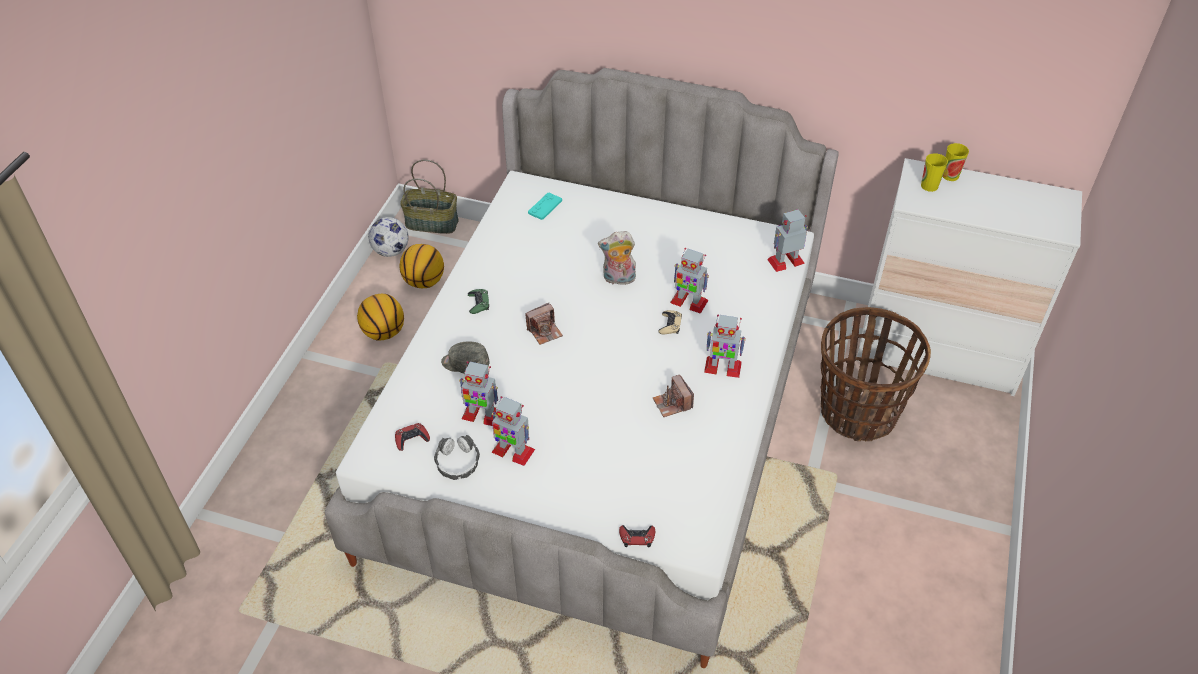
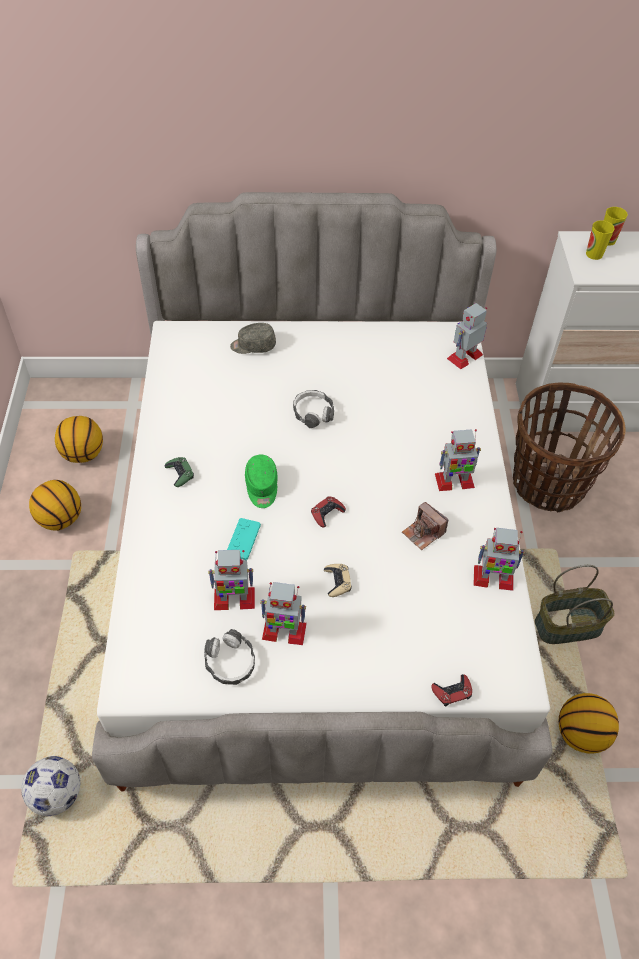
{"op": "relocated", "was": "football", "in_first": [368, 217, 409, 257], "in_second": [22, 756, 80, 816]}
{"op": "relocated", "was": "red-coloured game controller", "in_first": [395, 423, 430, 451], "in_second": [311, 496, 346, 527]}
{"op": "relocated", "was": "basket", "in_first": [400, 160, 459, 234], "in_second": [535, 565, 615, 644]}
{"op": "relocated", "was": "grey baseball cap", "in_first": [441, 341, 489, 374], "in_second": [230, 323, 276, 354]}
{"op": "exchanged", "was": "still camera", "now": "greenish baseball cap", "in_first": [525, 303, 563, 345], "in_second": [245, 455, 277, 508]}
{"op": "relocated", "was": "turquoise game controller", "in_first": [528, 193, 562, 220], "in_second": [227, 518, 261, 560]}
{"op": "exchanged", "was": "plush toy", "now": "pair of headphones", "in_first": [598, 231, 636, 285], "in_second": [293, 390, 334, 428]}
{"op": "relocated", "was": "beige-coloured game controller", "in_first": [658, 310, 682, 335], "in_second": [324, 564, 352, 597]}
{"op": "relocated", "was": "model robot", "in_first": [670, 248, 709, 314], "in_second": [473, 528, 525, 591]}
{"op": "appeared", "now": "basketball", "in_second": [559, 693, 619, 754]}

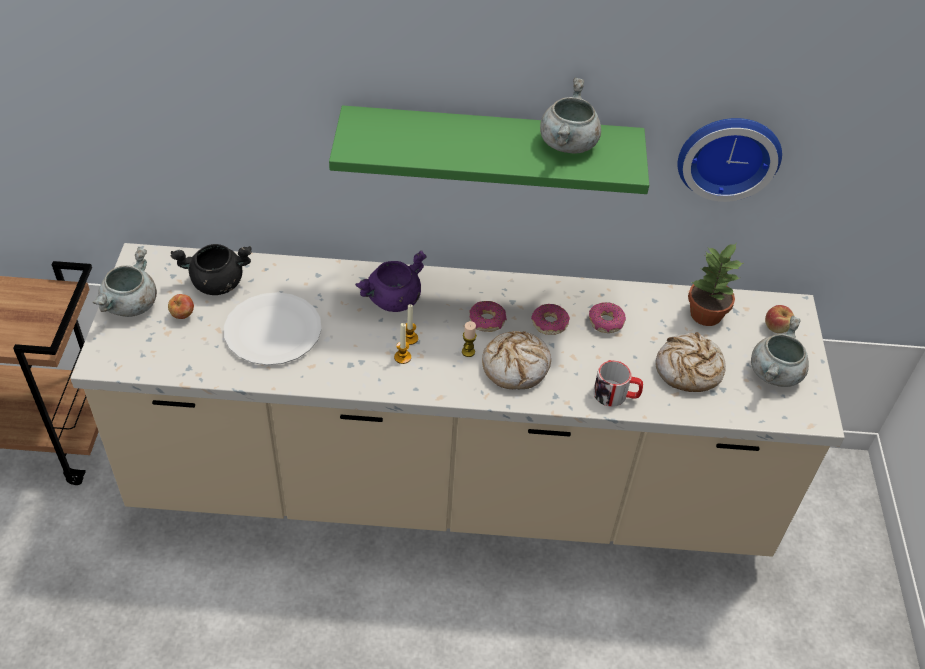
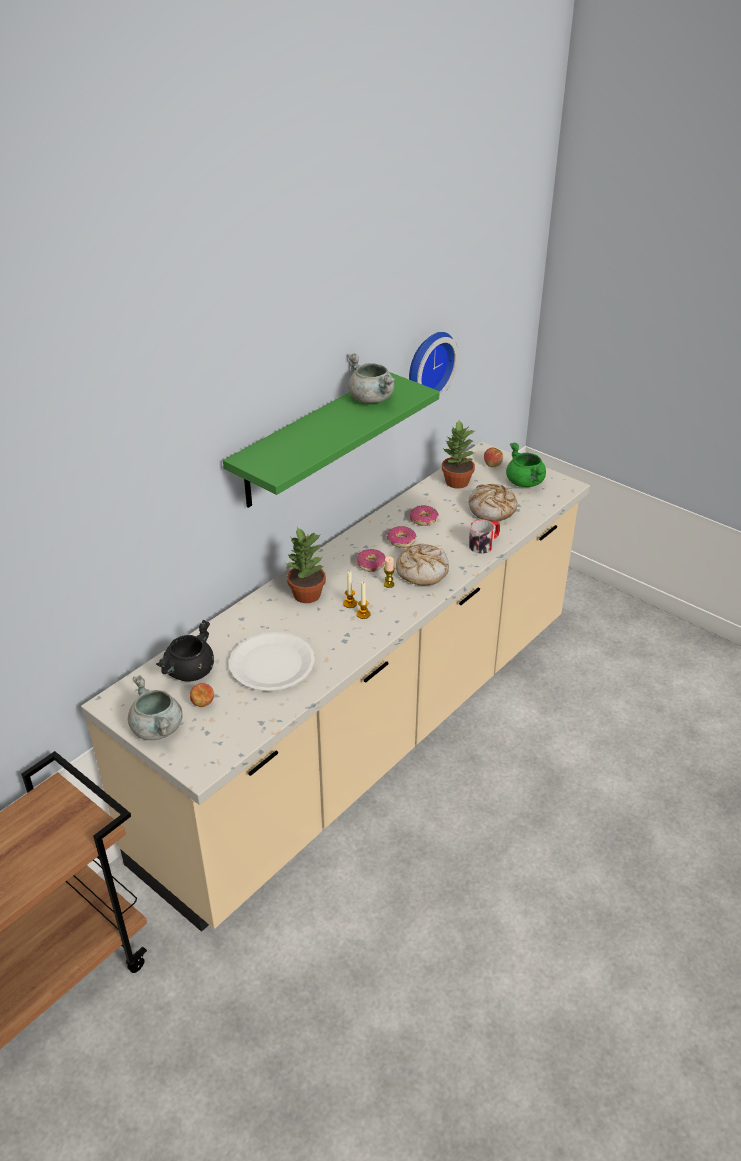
{"op": "exchanged", "was": "purple-coloured stockpot", "now": "plant in a pot", "in_first": [355, 250, 427, 312], "in_second": [284, 527, 326, 603]}
{"op": "colour", "was": "grey stockpot", "now": "greenish stockpot", "in_first": [751, 316, 809, 387], "in_second": [506, 442, 546, 487]}

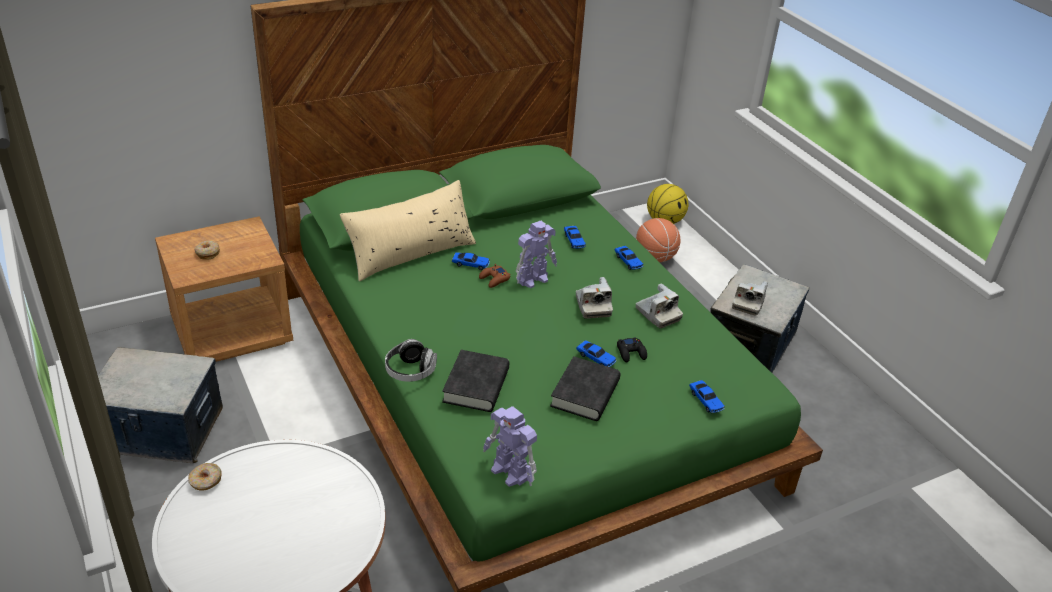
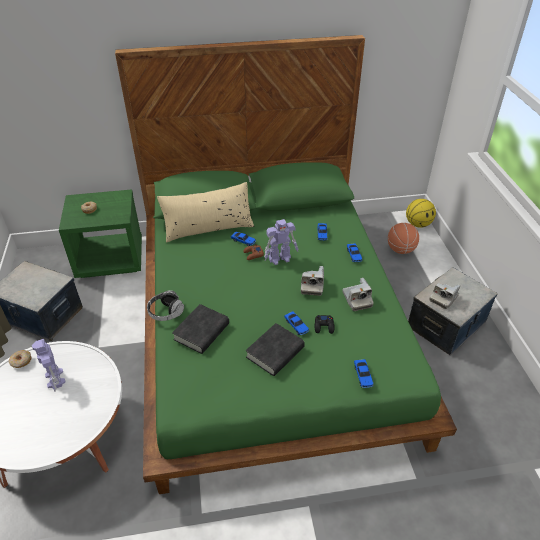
{"op": "colour", "was": "brownish night table", "now": "greenish night table", "in_first": [155, 216, 293, 362], "in_second": [59, 189, 142, 278]}
{"op": "relocated", "was": "model robot", "in_first": [483, 406, 537, 487], "in_second": [32, 339, 65, 392]}

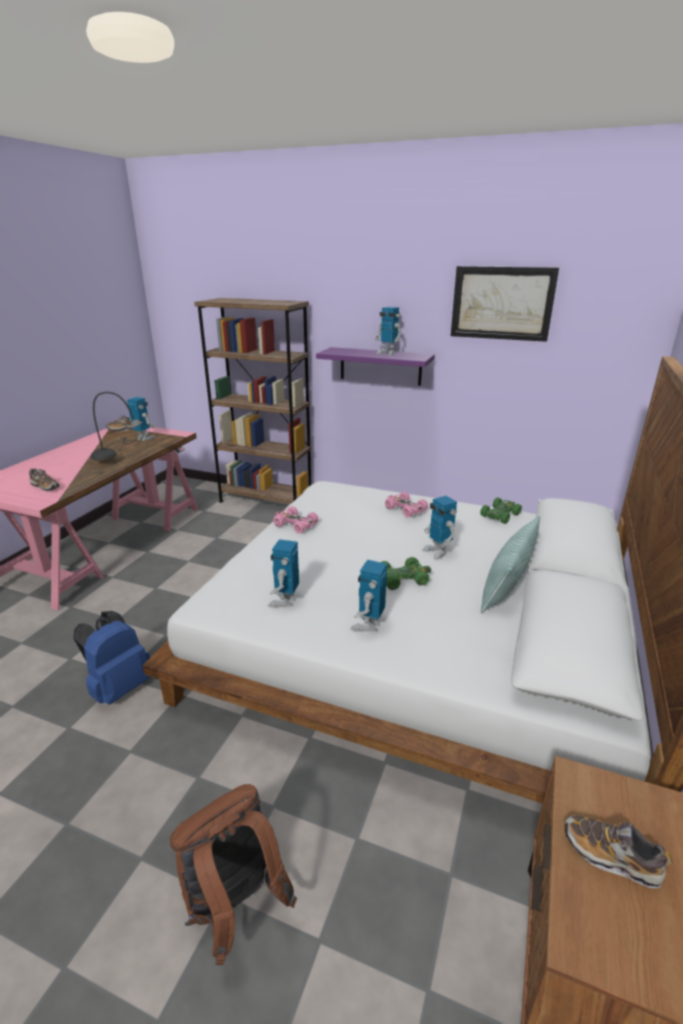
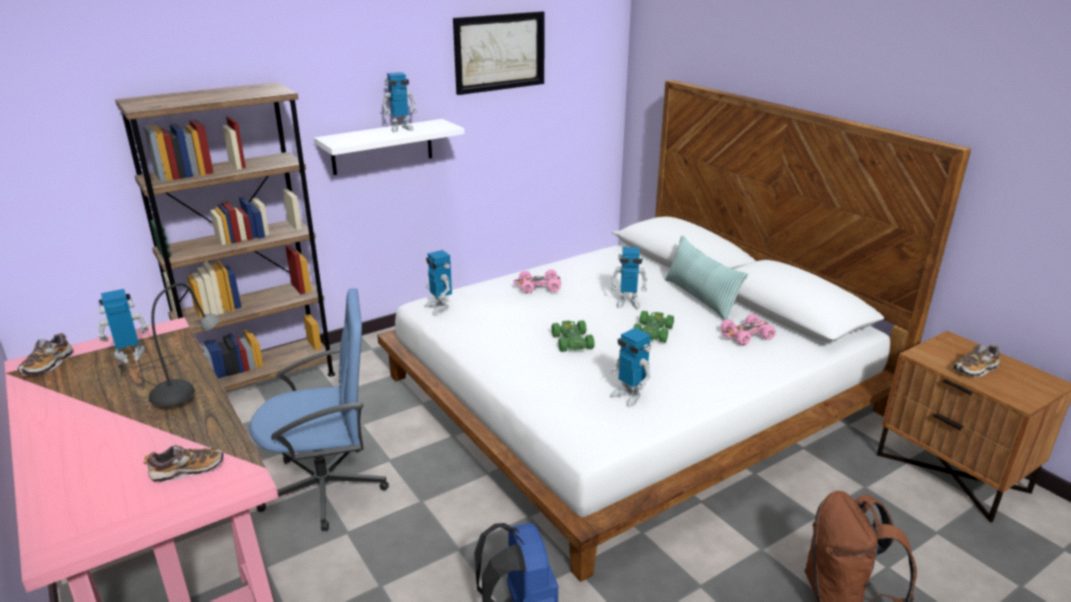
{"op": "relocated", "was": "pink-coloured toy car", "in_first": [273, 506, 319, 533], "in_second": [721, 314, 776, 346]}
{"op": "colour", "was": "purple-coloured shelf", "now": "white shelf", "in_first": [316, 347, 435, 386], "in_second": [314, 119, 465, 175]}
{"op": "relocated", "was": "model robot", "in_first": [350, 560, 387, 632], "in_second": [424, 250, 452, 314]}
{"op": "relocated", "was": "greenish toy car", "in_first": [480, 497, 522, 524], "in_second": [551, 320, 594, 352]}
{"op": "appeared", "now": "bluish office chair", "in_second": [249, 288, 389, 531]}

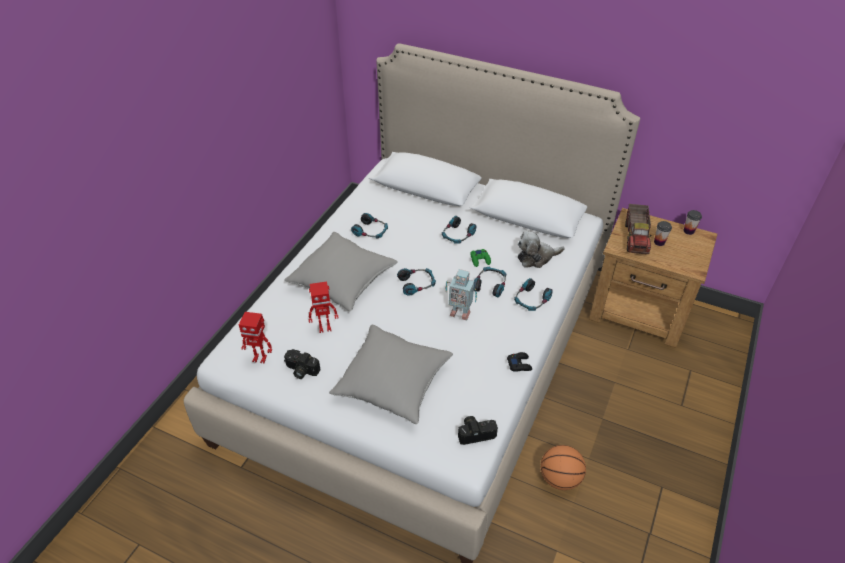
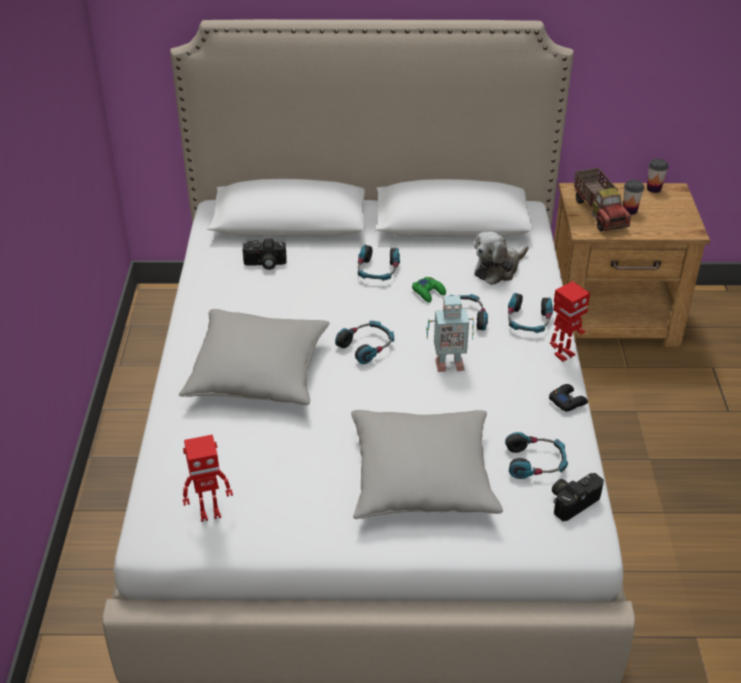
{"op": "relocated", "was": "still camera", "in_first": [284, 349, 320, 379], "in_second": [243, 238, 287, 270]}
{"op": "relocated", "was": "model robot", "in_first": [309, 281, 339, 333], "in_second": [550, 281, 590, 362]}
{"op": "relocated", "was": "pair of headphones", "in_first": [351, 213, 388, 239], "in_second": [505, 432, 568, 479]}
{"op": "missing", "was": "basketball", "in_first": [541, 445, 586, 490]}

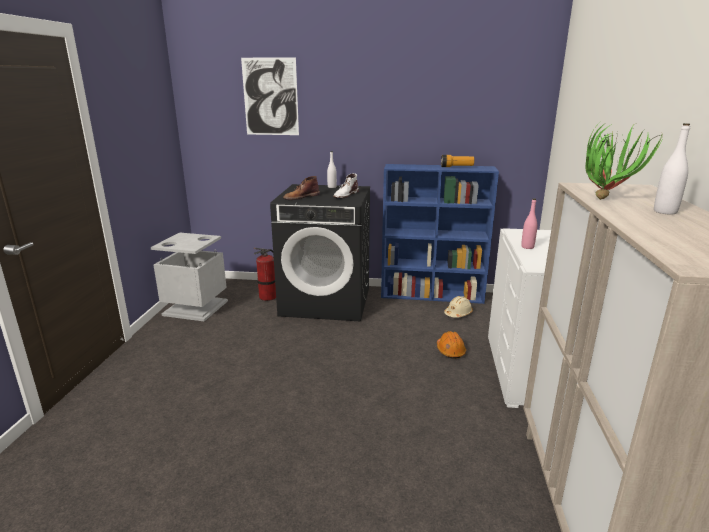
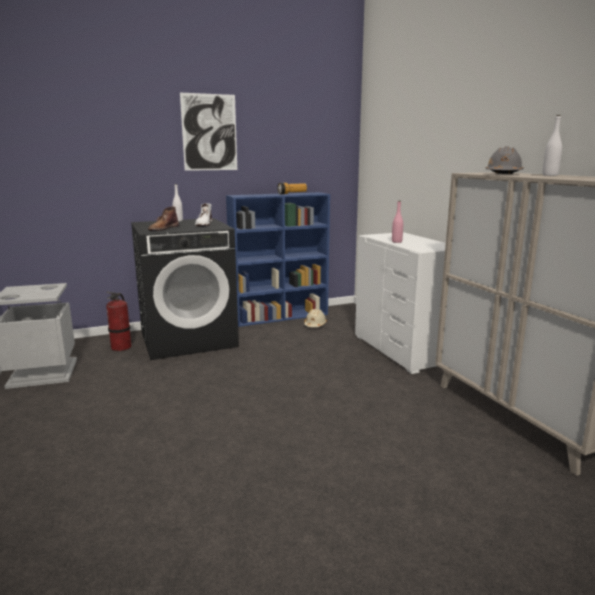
{"op": "relocated", "was": "wall art", "in_first": [241, 57, 299, 135], "in_second": [180, 93, 237, 171]}
{"op": "missing", "was": "orange safety helmet", "in_first": [437, 331, 466, 359]}
{"op": "exchanged", "was": "plant in a pot", "now": "grey safety helmet", "in_first": [585, 120, 663, 200], "in_second": [485, 146, 524, 174]}

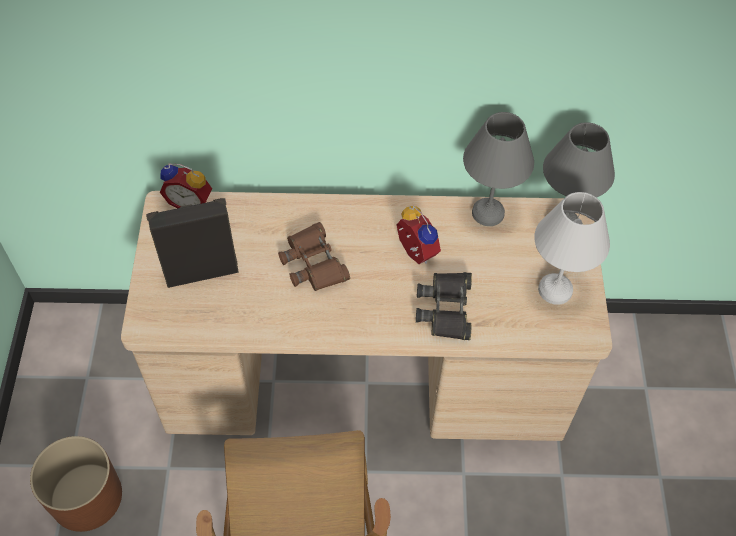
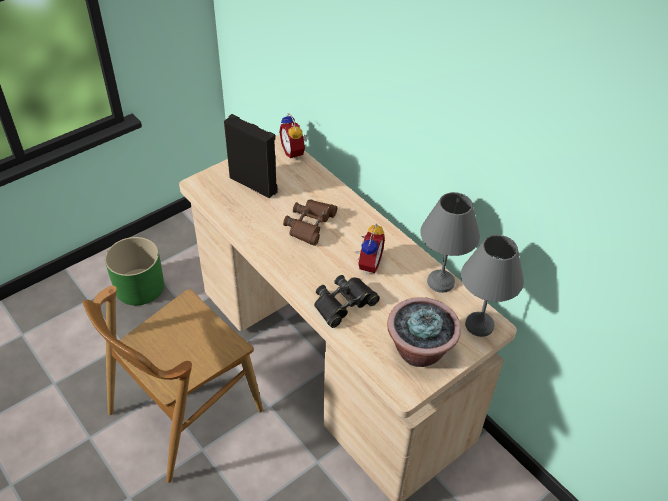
{"op": "colour", "was": "brownish planter", "now": "greenish planter", "in_first": [30, 436, 122, 532], "in_second": [105, 237, 164, 305]}
{"op": "exchanged", "was": "white lamp for a table", "now": "plant in a pot", "in_first": [534, 192, 610, 305], "in_second": [387, 297, 461, 367]}

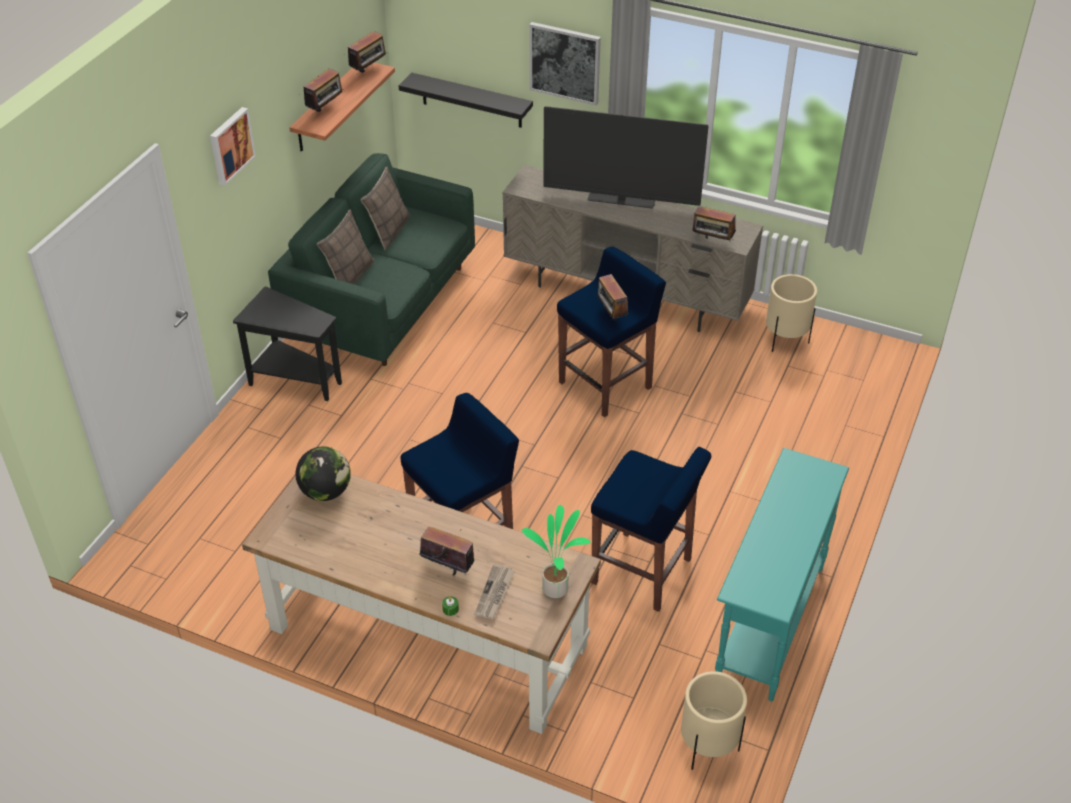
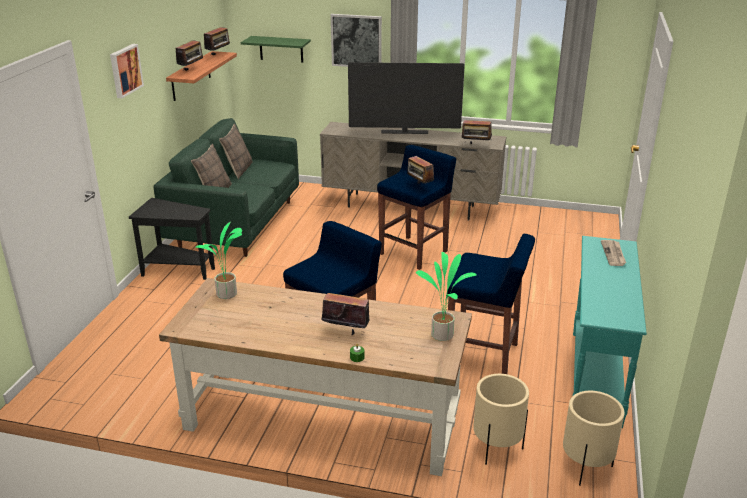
{"op": "exchanged", "was": "world globe", "now": "plant in a pot", "in_first": [296, 446, 351, 501], "in_second": [196, 222, 242, 299]}
{"op": "missing", "was": "black shelf", "in_first": [399, 72, 533, 128]}
{"op": "relocated", "was": "newspaper", "in_first": [474, 564, 515, 619], "in_second": [601, 240, 626, 266]}
{"op": "relocated", "was": "beige-coloured planter", "in_first": [766, 274, 817, 352], "in_second": [473, 374, 529, 465]}
{"op": "appeared", "now": "greenish shelf", "in_second": [241, 36, 311, 63]}

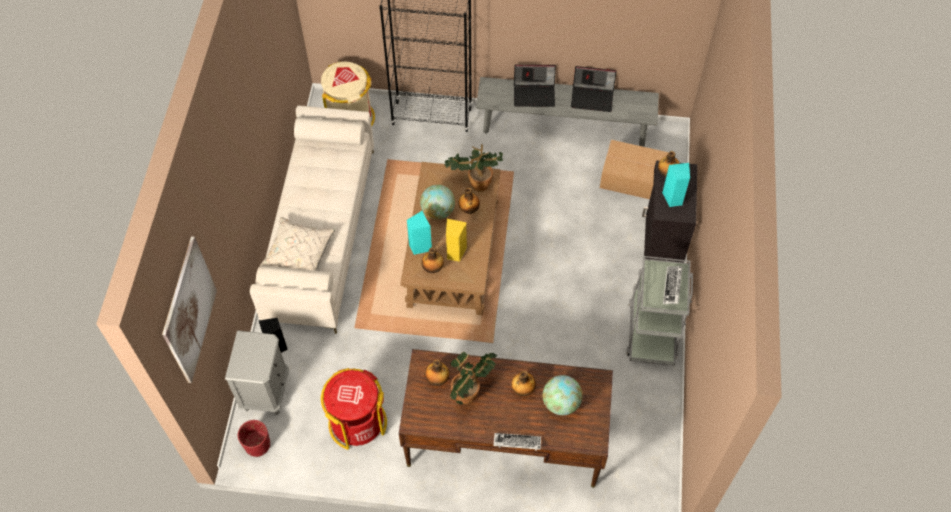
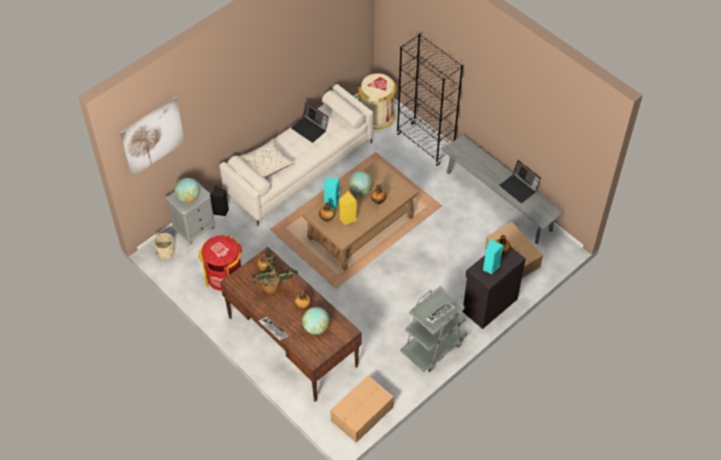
{"op": "colour", "was": "red-coloured planter", "now": "beige-coloured planter", "in_first": [238, 420, 270, 457], "in_second": [154, 233, 175, 259]}
{"op": "missing", "was": "plant in a pot", "in_first": [445, 144, 503, 192]}
{"op": "relocated", "was": "portable computer", "in_first": [514, 64, 556, 107], "in_second": [291, 102, 328, 143]}
{"op": "appeared", "now": "world globe", "in_second": [174, 178, 200, 203]}
{"op": "appeared", "now": "packing box", "in_second": [330, 376, 394, 443]}

